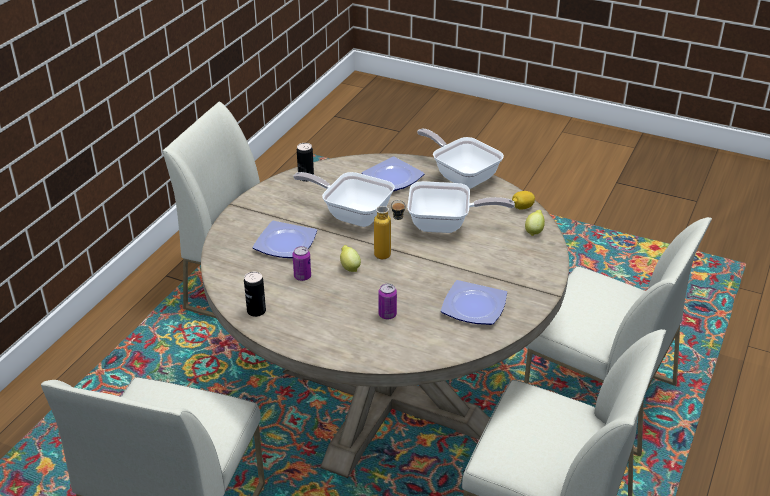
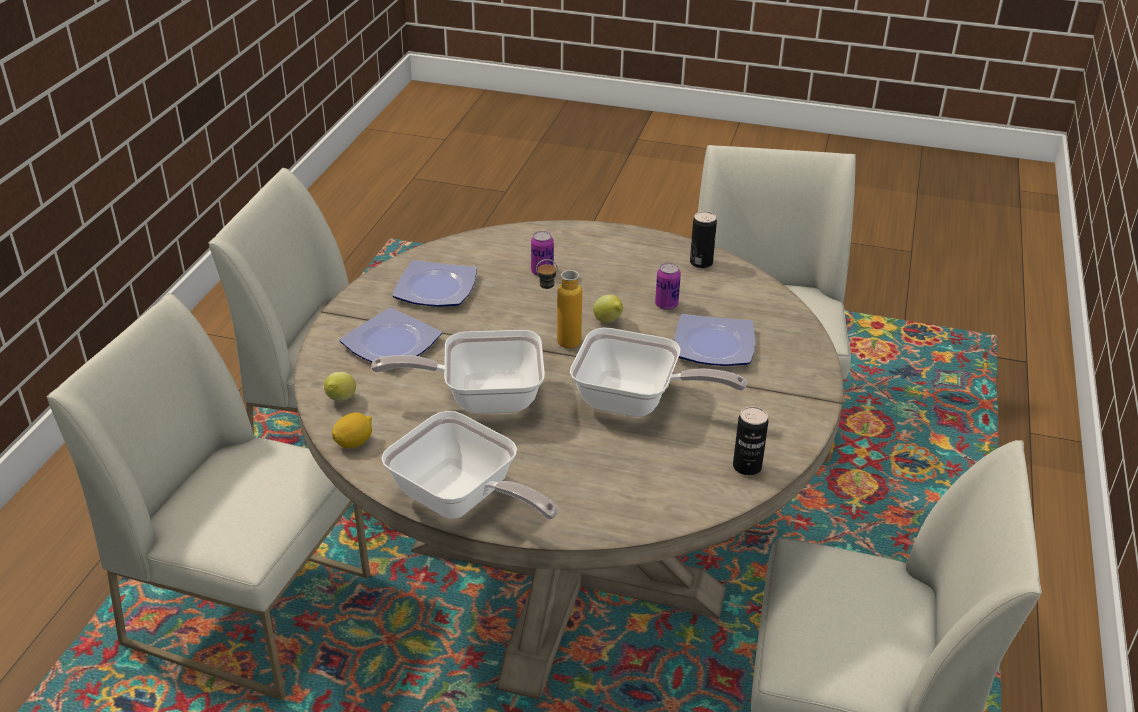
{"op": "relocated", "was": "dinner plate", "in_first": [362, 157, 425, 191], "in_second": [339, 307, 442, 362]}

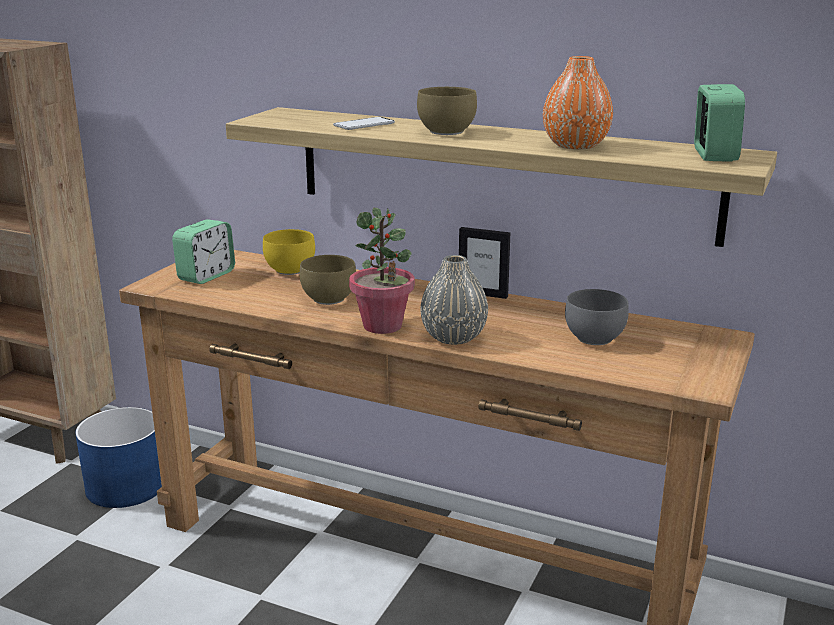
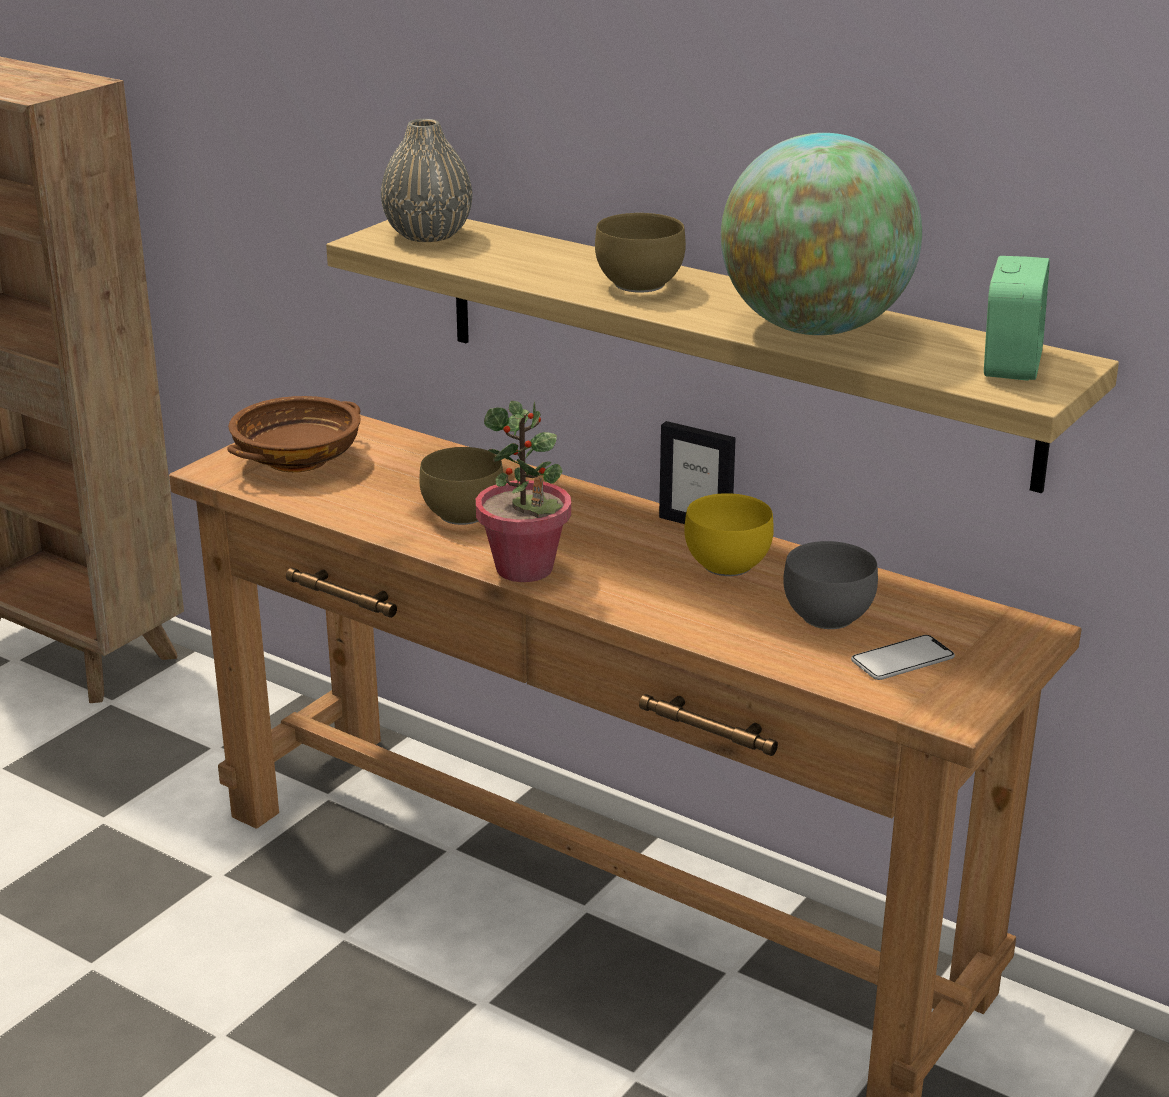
{"op": "missing", "was": "bluish planter", "in_first": [75, 407, 162, 508]}
{"op": "exchanged", "was": "bedside clock", "now": "brownish serving bowl", "in_first": [172, 219, 235, 284], "in_second": [227, 396, 361, 472]}
{"op": "relocated", "was": "yellow serving bowl", "in_first": [263, 229, 315, 275], "in_second": [684, 493, 774, 576]}
{"op": "relocated", "was": "phone", "in_first": [333, 117, 395, 130], "in_second": [851, 635, 955, 680]}
{"op": "relocated", "was": "grey vase", "in_first": [420, 255, 488, 345], "in_second": [381, 119, 472, 242]}
{"op": "exchanged", "was": "orange vase", "now": "world globe", "in_first": [543, 56, 613, 150], "in_second": [721, 133, 922, 335]}

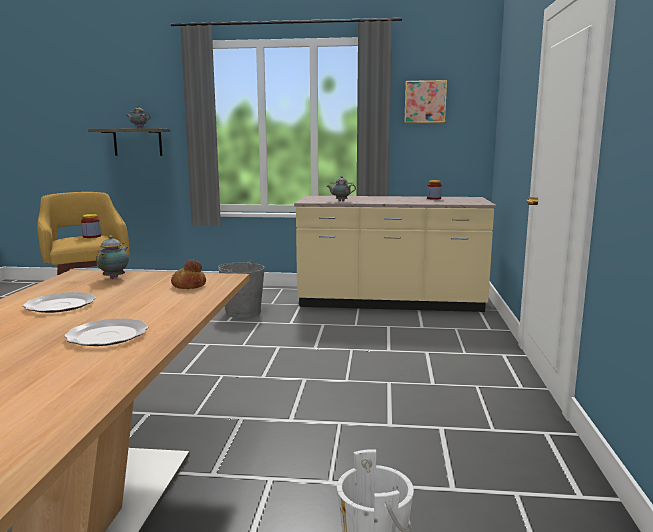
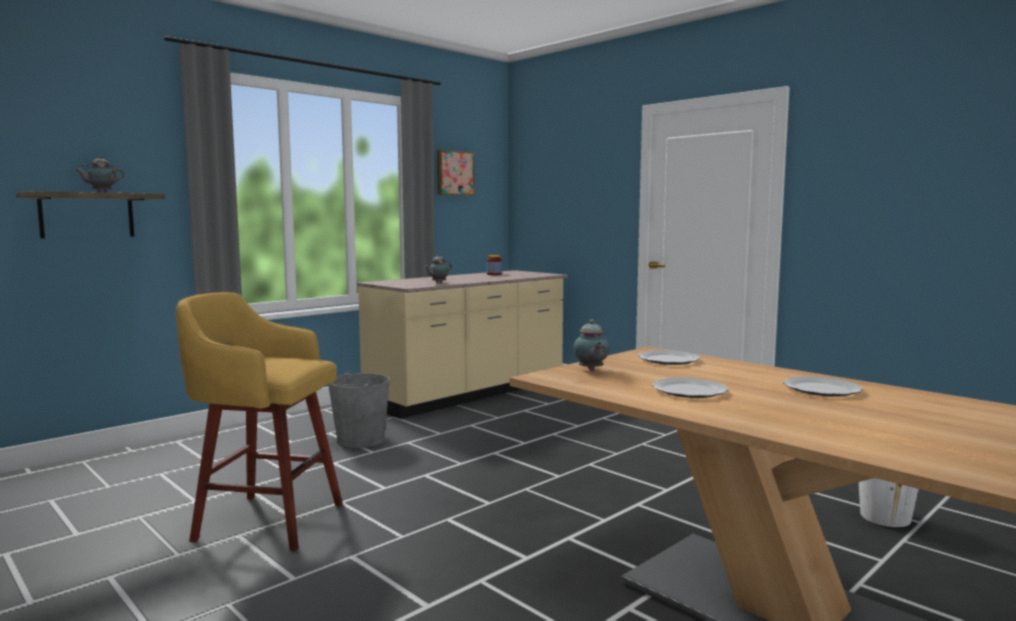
{"op": "missing", "was": "jar", "in_first": [81, 214, 101, 238]}
{"op": "spun", "was": "teapot", "in_first": [96, 235, 129, 279], "in_second": [573, 320, 610, 371], "clockwise": -150}
{"op": "exchanged", "was": "baked bread", "now": "dinner plate", "in_first": [171, 259, 206, 289], "in_second": [638, 350, 701, 365]}

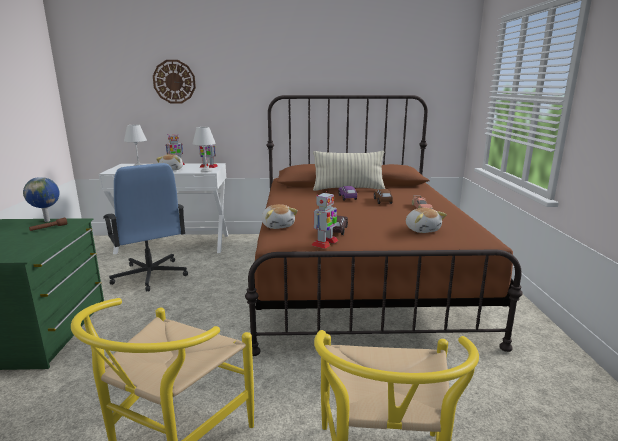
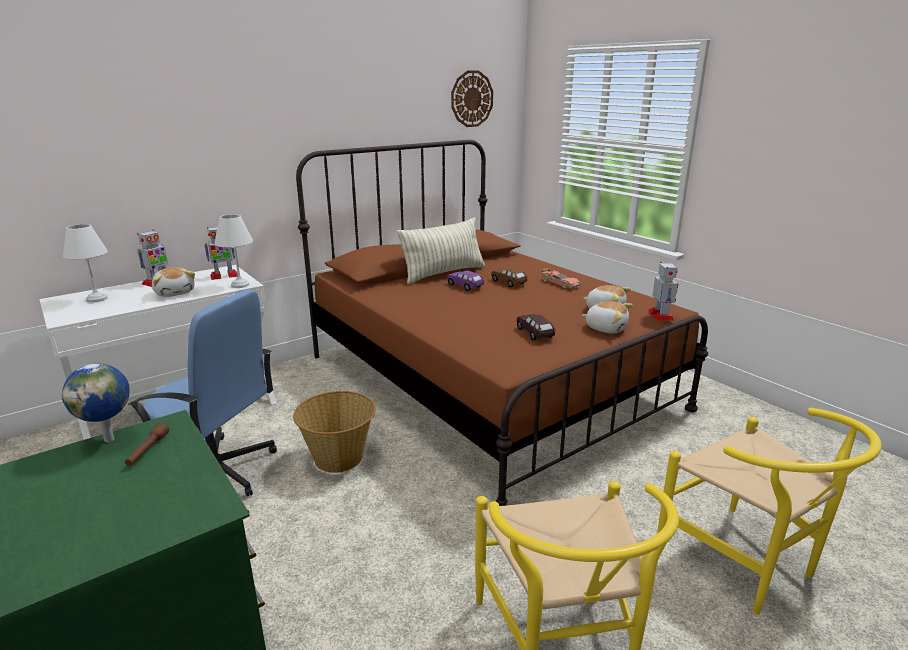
{"op": "relocated", "was": "clock on the wall", "in_first": [153, 60, 196, 103], "in_second": [451, 71, 493, 127]}
{"op": "relocated", "was": "plush toy", "in_first": [262, 204, 298, 229], "in_second": [582, 301, 633, 333]}
{"op": "relocated", "was": "model robot", "in_first": [312, 191, 338, 249], "in_second": [648, 261, 678, 321]}
{"op": "appeared", "now": "basket", "in_second": [293, 391, 376, 473]}

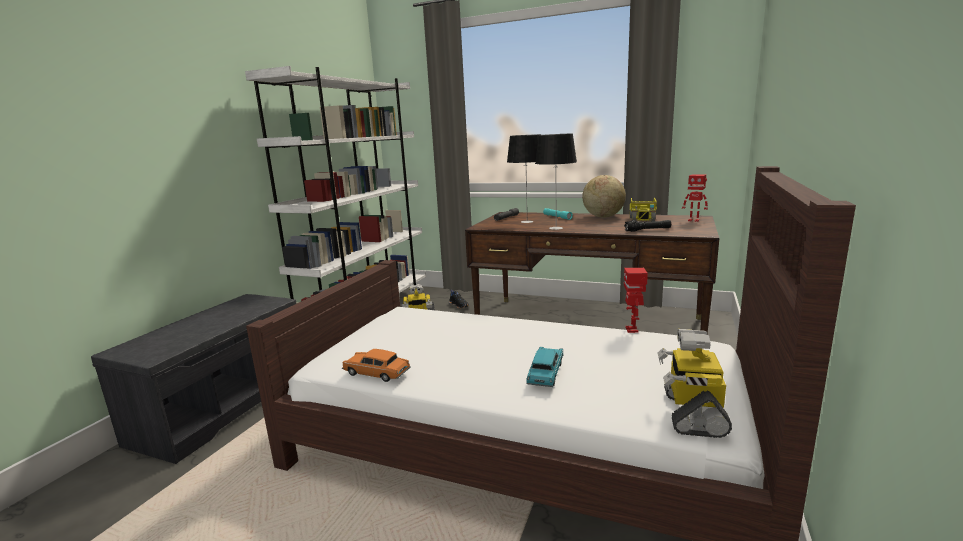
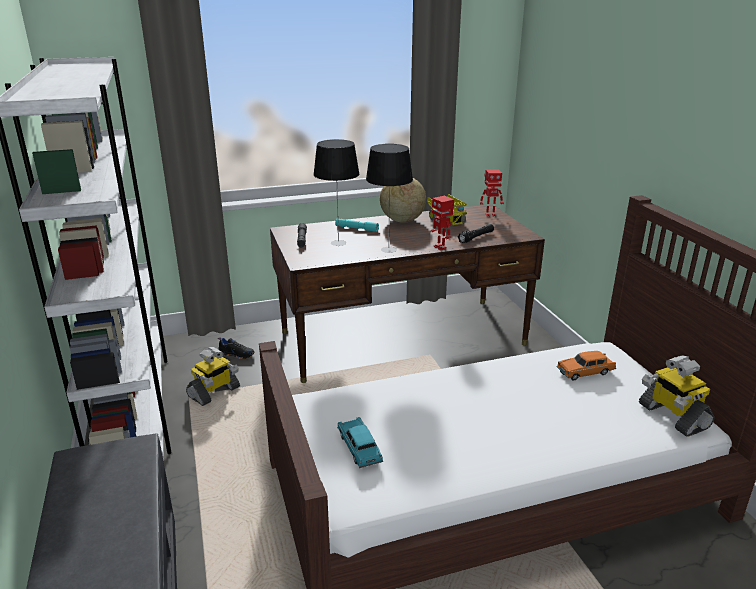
{"op": "relocated", "was": "orange toy car", "in_first": [342, 349, 411, 382], "in_second": [556, 351, 616, 380]}
{"op": "relocated", "was": "turquoise toy car", "in_first": [526, 347, 563, 387], "in_second": [337, 417, 383, 468]}
{"op": "relocated", "was": "model robot", "in_first": [624, 268, 648, 333], "in_second": [431, 196, 454, 250]}

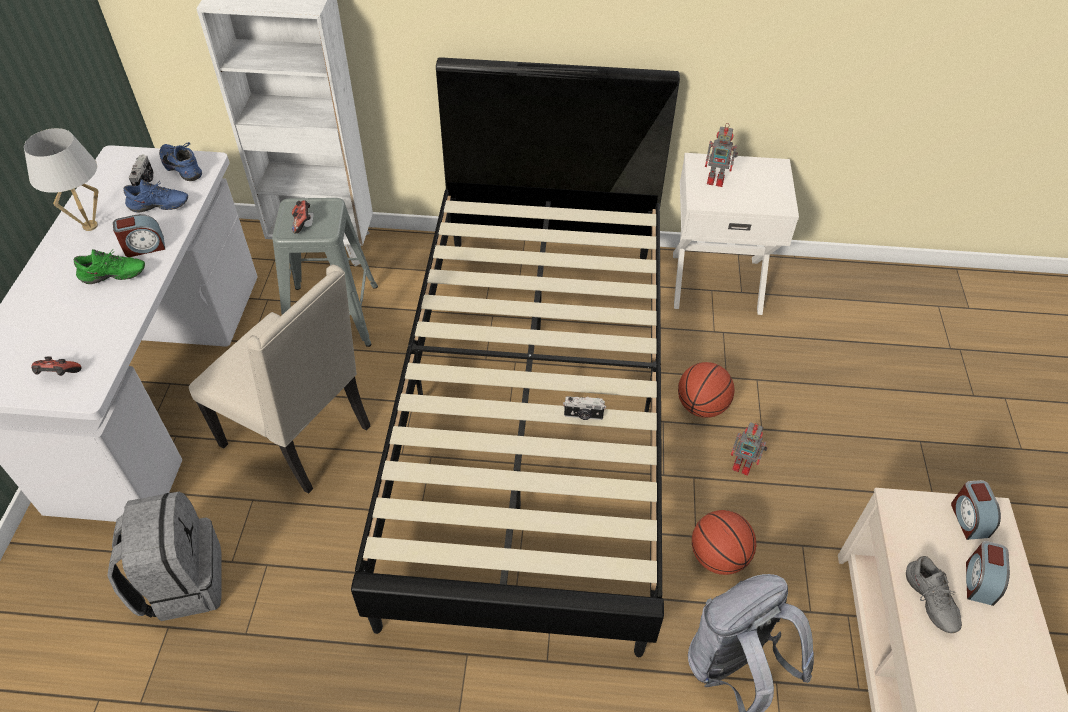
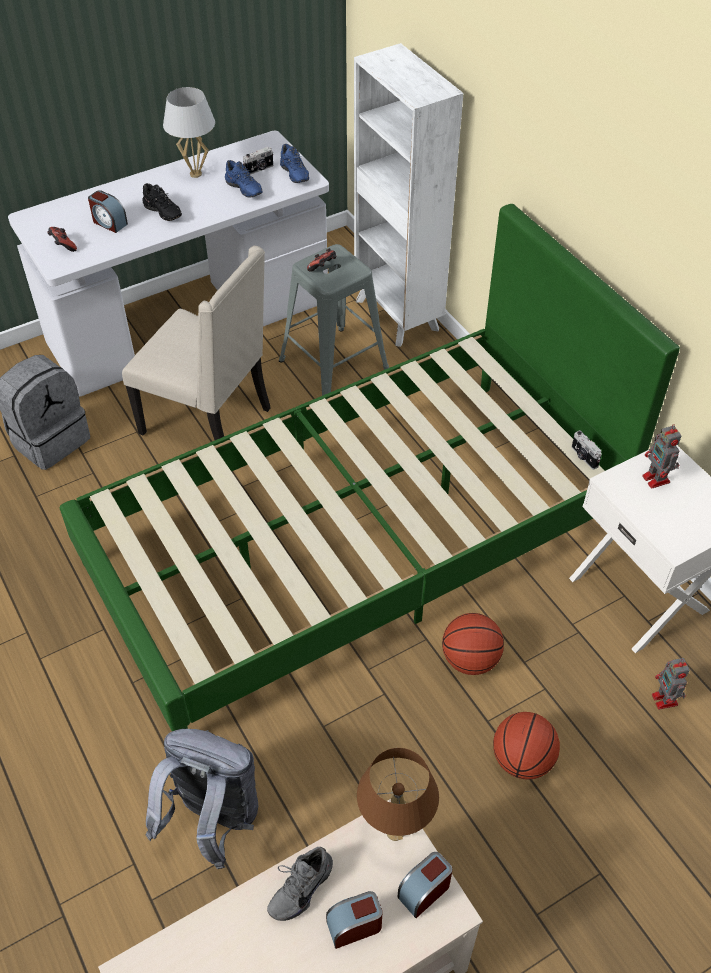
{"op": "colour", "was": "greenish low shoe", "now": "black low shoe", "in_first": [74, 249, 145, 284], "in_second": [142, 183, 182, 221]}
{"op": "relocated", "was": "bedside clock", "in_first": [113, 214, 165, 257], "in_second": [88, 190, 128, 233]}
{"op": "spun", "was": "bluish low shoe", "in_first": [159, 142, 202, 181], "in_second": [280, 144, 309, 183], "clockwise": 150}
{"op": "spun", "was": "beige-coloured upright chair", "in_first": [189, 265, 370, 494], "in_second": [122, 246, 271, 440], "clockwise": -60}
{"op": "colour", "was": "black bedroom bed", "now": "greenish bedroom bed", "in_first": [351, 57, 680, 657], "in_second": [60, 204, 680, 731]}
{"op": "relocated", "was": "still camera", "in_first": [563, 396, 606, 420], "in_second": [572, 430, 602, 469]}
{"op": "relocated", "was": "basketball", "in_first": [692, 510, 756, 575], "in_second": [493, 712, 560, 780]}
{"op": "relocated", "was": "model robot", "in_first": [731, 423, 767, 475], "in_second": [652, 658, 690, 710]}
{"op": "appeared", "now": "brownish lamp for a table", "in_second": [357, 748, 439, 841]}

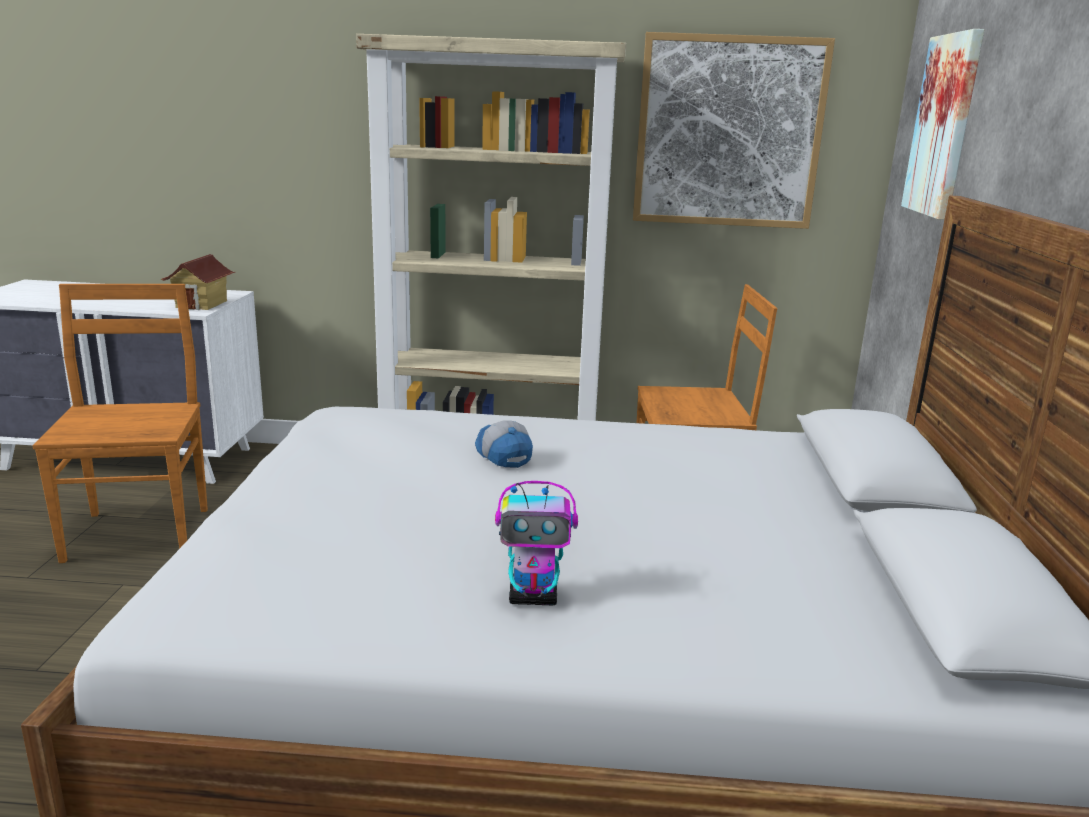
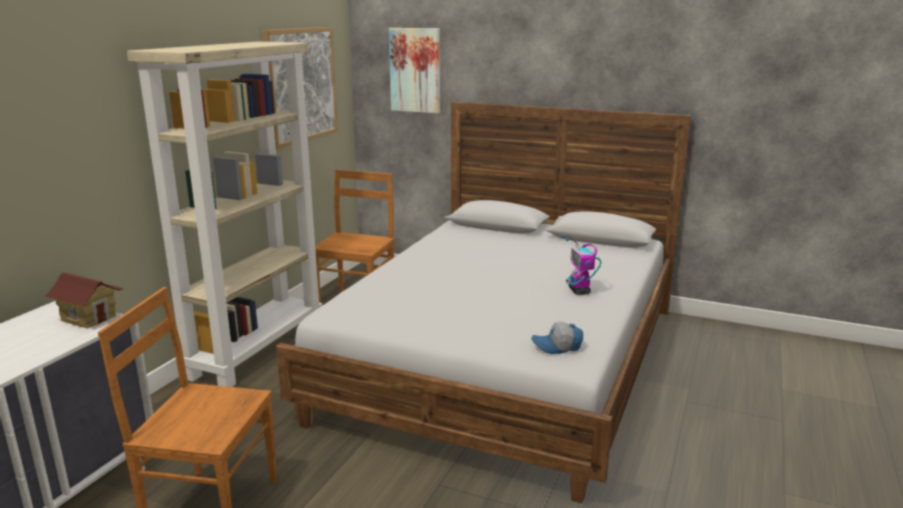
{"op": "relocated", "was": "baseball cap", "in_first": [475, 420, 533, 468], "in_second": [532, 322, 583, 354]}
{"op": "spun", "was": "model robot", "in_first": [495, 481, 578, 606], "in_second": [563, 235, 601, 295], "clockwise": 150}

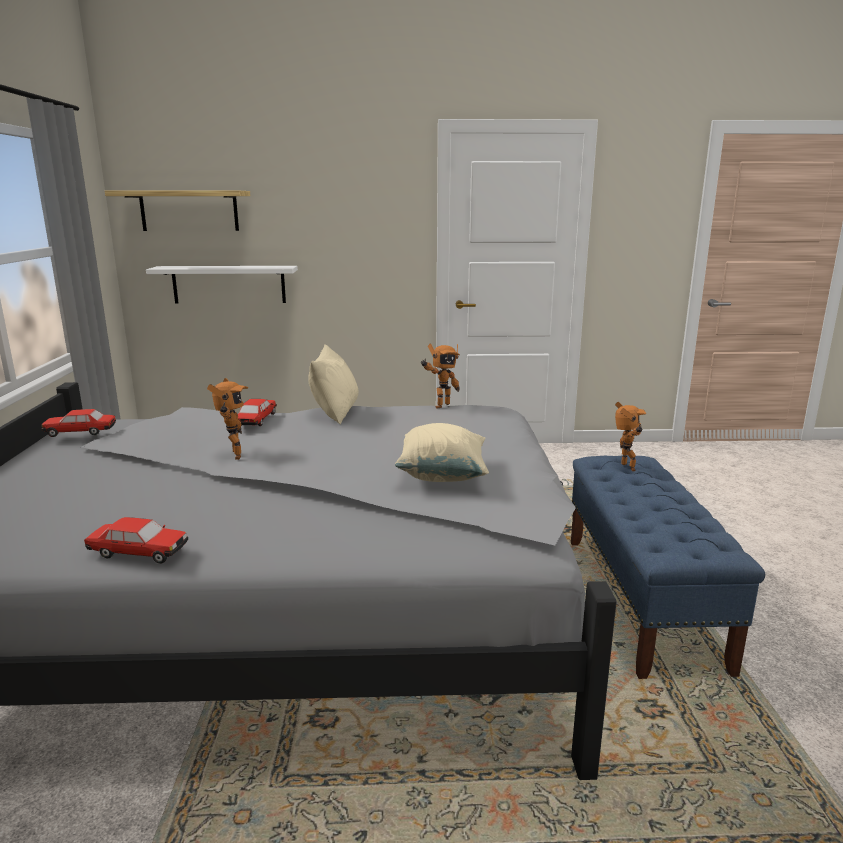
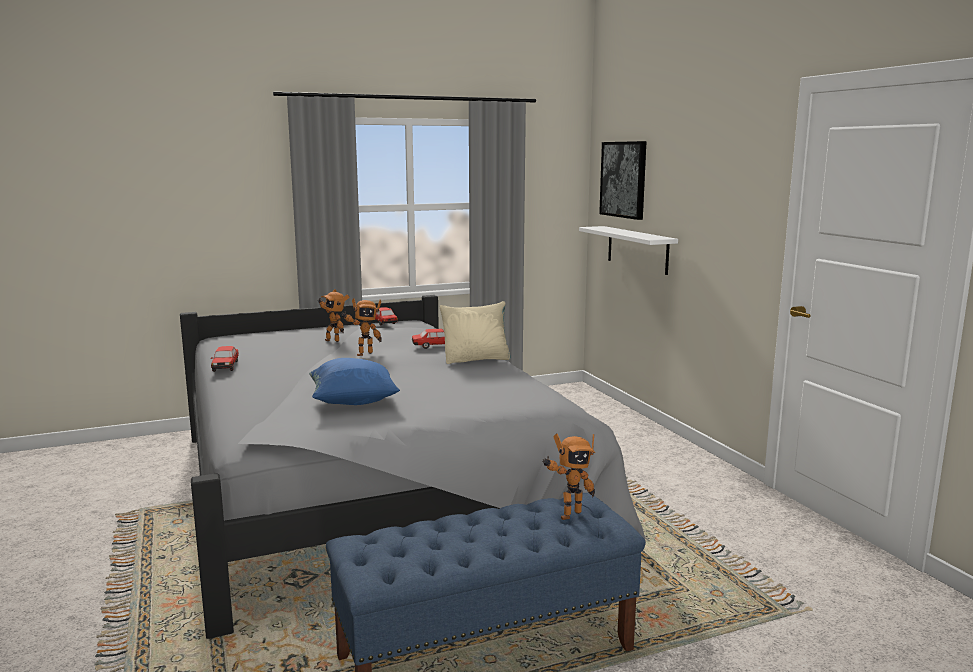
{"op": "exchanged", "was": "shelf", "now": "wall art", "in_first": [105, 191, 250, 231], "in_second": [599, 141, 647, 220]}
{"op": "colour", "was": "beige-coloured pillow", "now": "bluish pillow", "in_first": [395, 423, 489, 482], "in_second": [309, 358, 400, 405]}
{"op": "relocated", "was": "model robot", "in_first": [421, 344, 460, 408], "in_second": [318, 289, 349, 342]}

